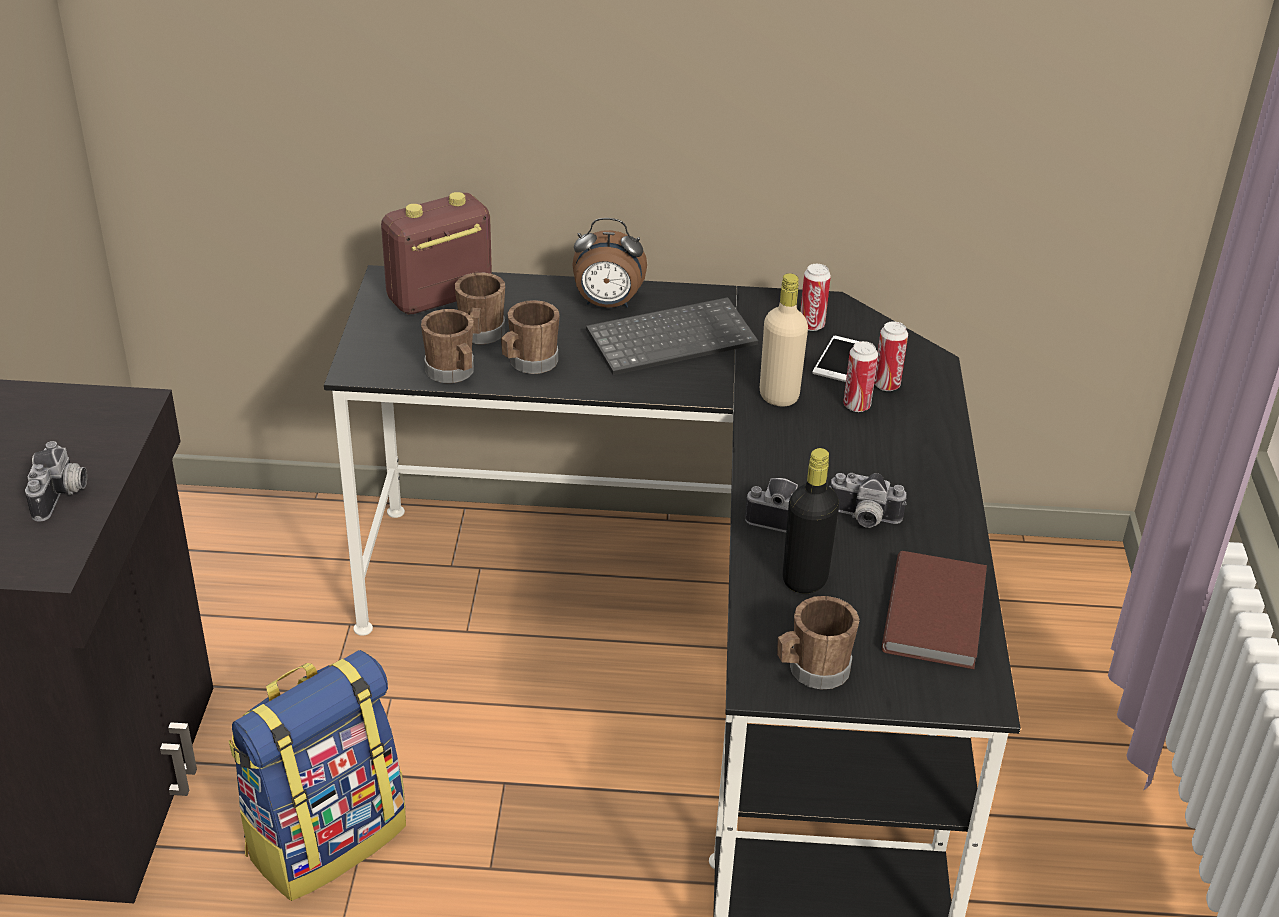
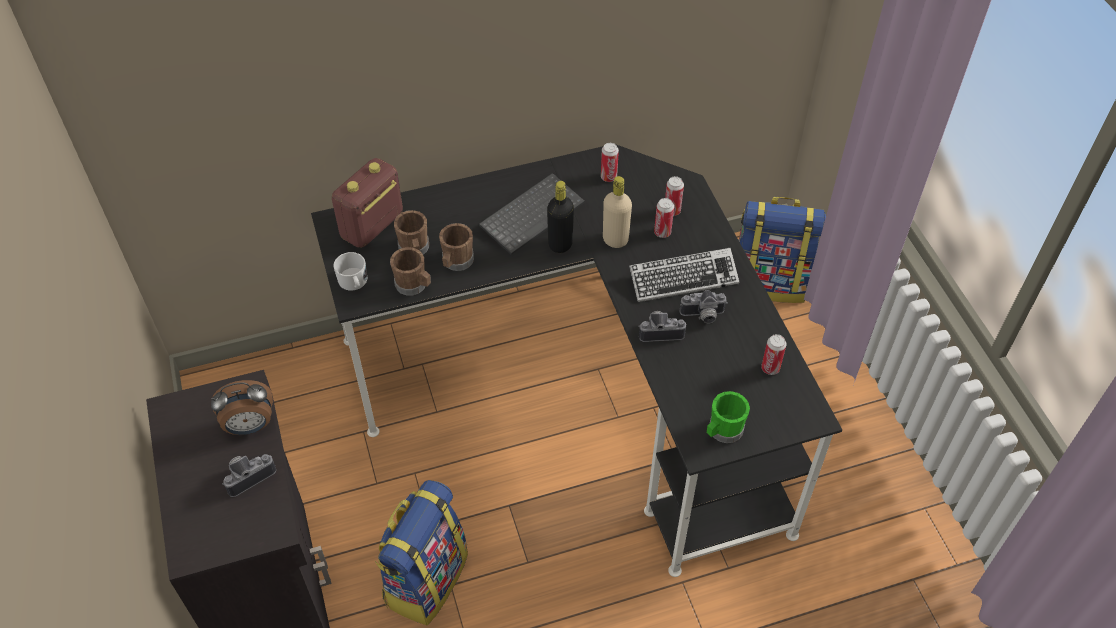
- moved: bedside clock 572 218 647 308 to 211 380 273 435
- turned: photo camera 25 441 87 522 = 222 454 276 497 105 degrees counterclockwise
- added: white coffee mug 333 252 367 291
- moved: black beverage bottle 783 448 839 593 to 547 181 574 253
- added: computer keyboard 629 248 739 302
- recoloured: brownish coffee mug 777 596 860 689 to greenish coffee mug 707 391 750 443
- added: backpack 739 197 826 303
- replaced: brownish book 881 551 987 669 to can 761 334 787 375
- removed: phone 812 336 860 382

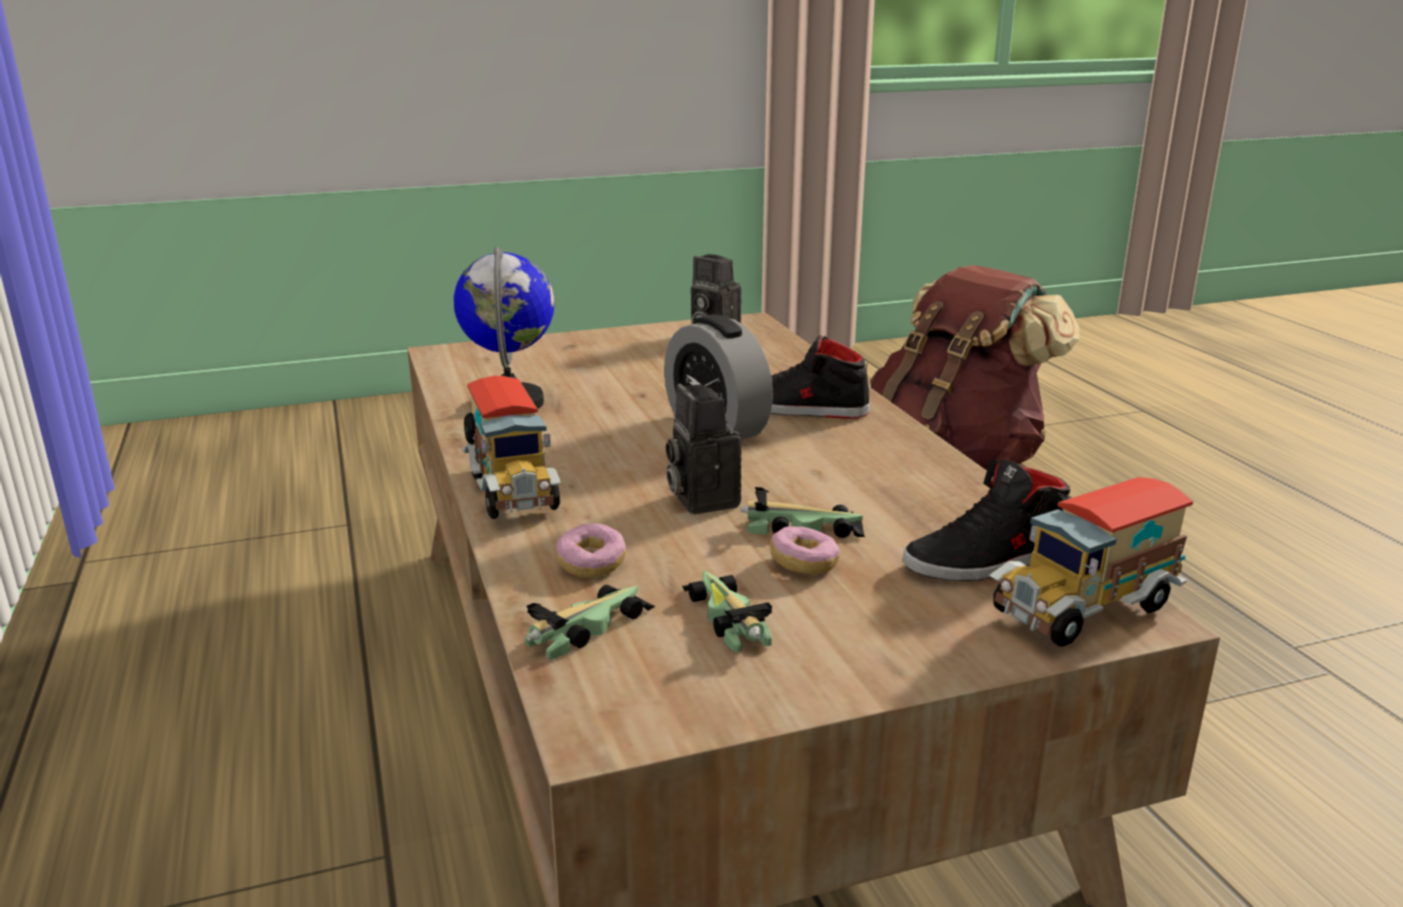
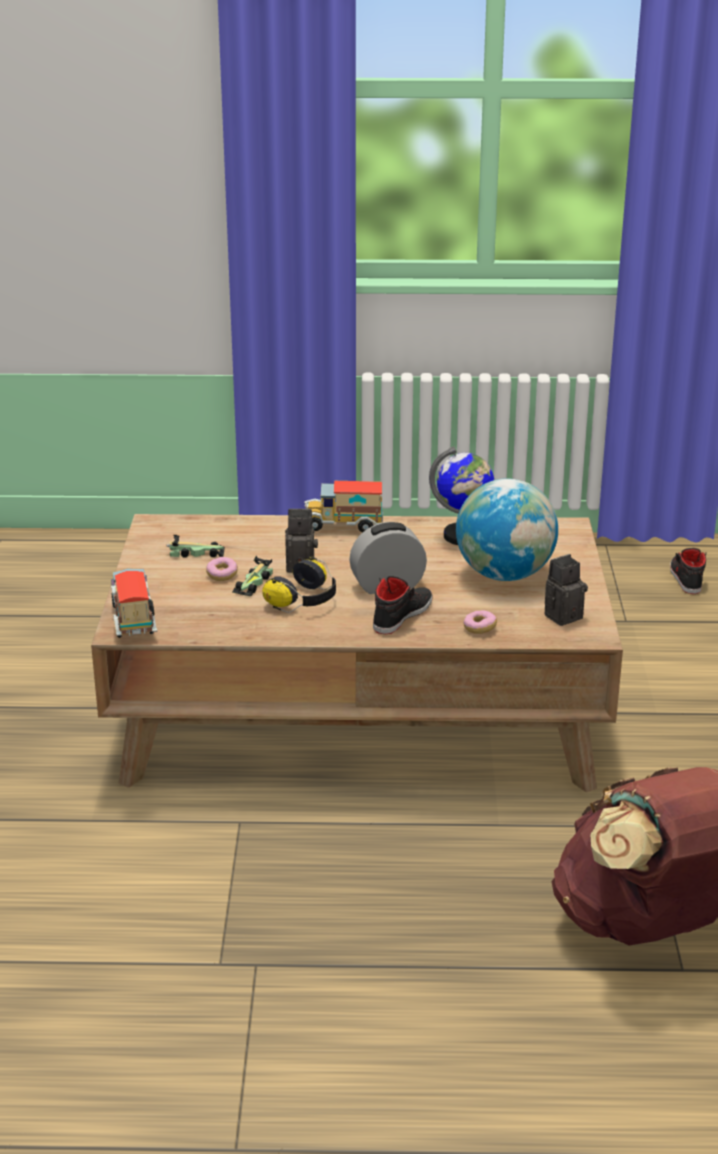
- added: headphones 262 556 336 613
- added: world globe 456 479 558 581
- moved: donut 555 524 626 578 to 463 610 497 634
- moved: black item of footwear 902 459 1071 581 to 670 548 707 594
- removed: toy car 525 585 655 660

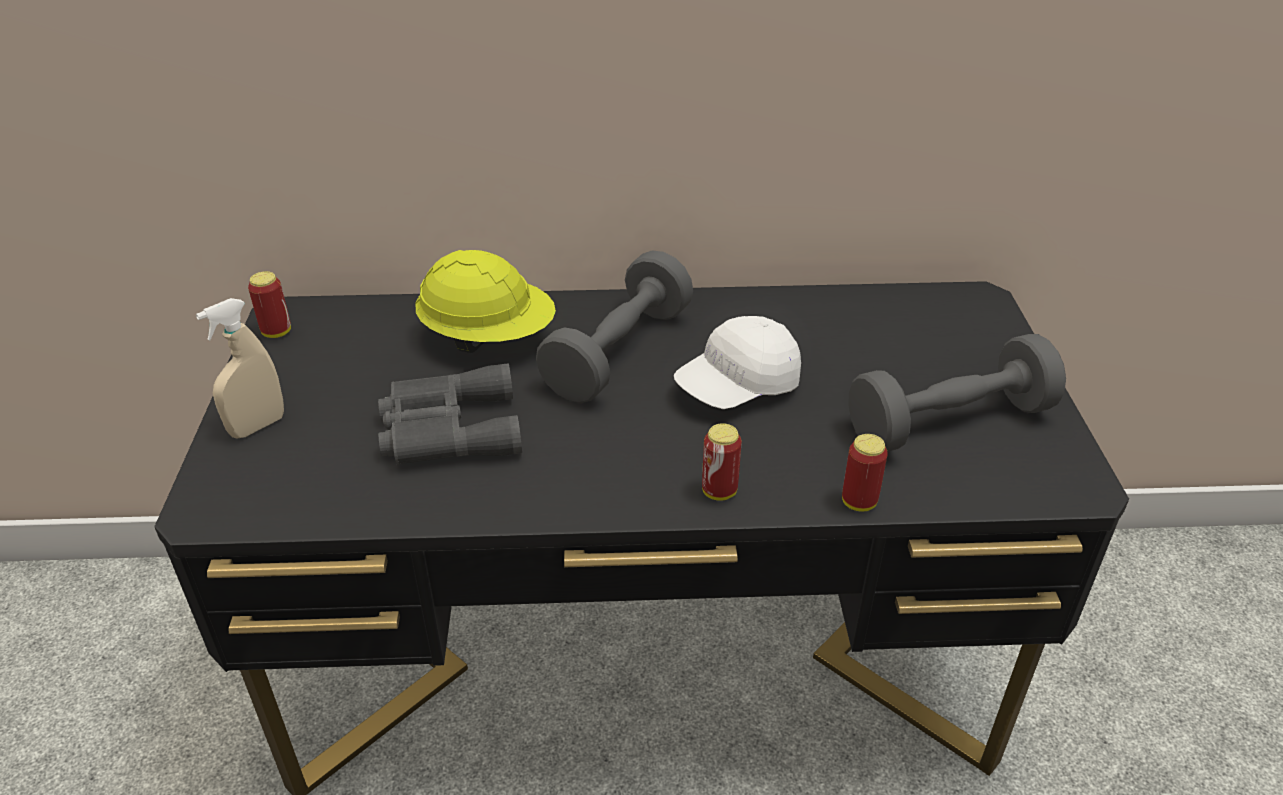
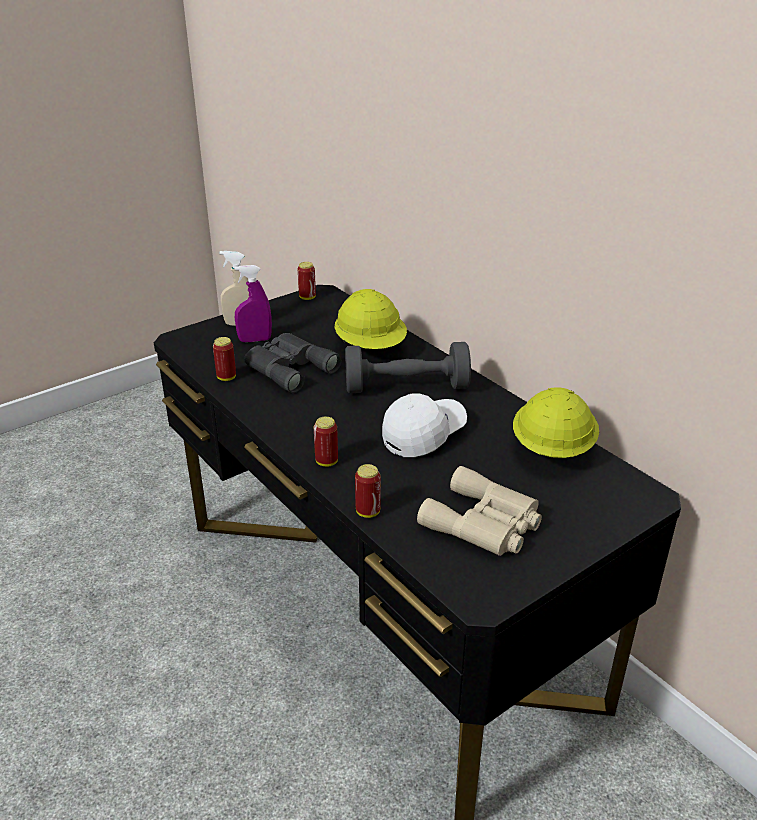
- added: can 213 337 236 381
- added: purple spray bottle 234 265 272 342
- turned: white baseball cap 674 316 801 409 = 382 393 467 457 120 degrees clockwise
- replaced: gray hand weight 848 334 1066 452 to beige-coloured binoculars 417 466 542 556
- added: yellow safety helmet 513 387 599 458

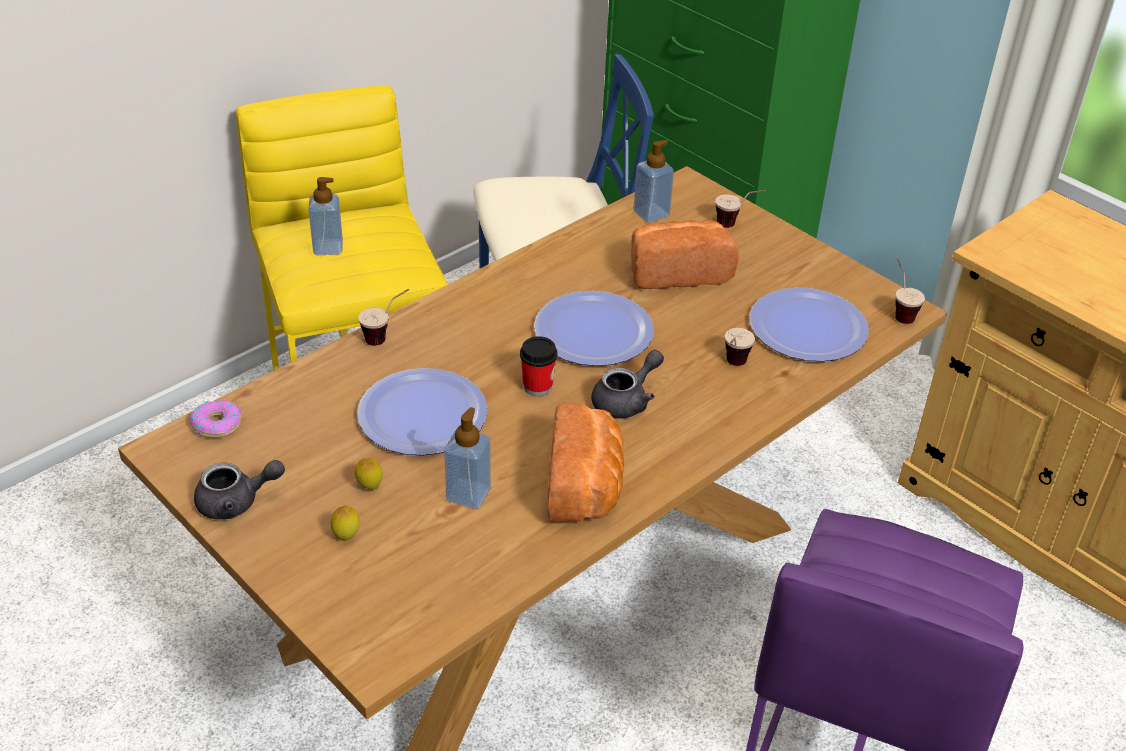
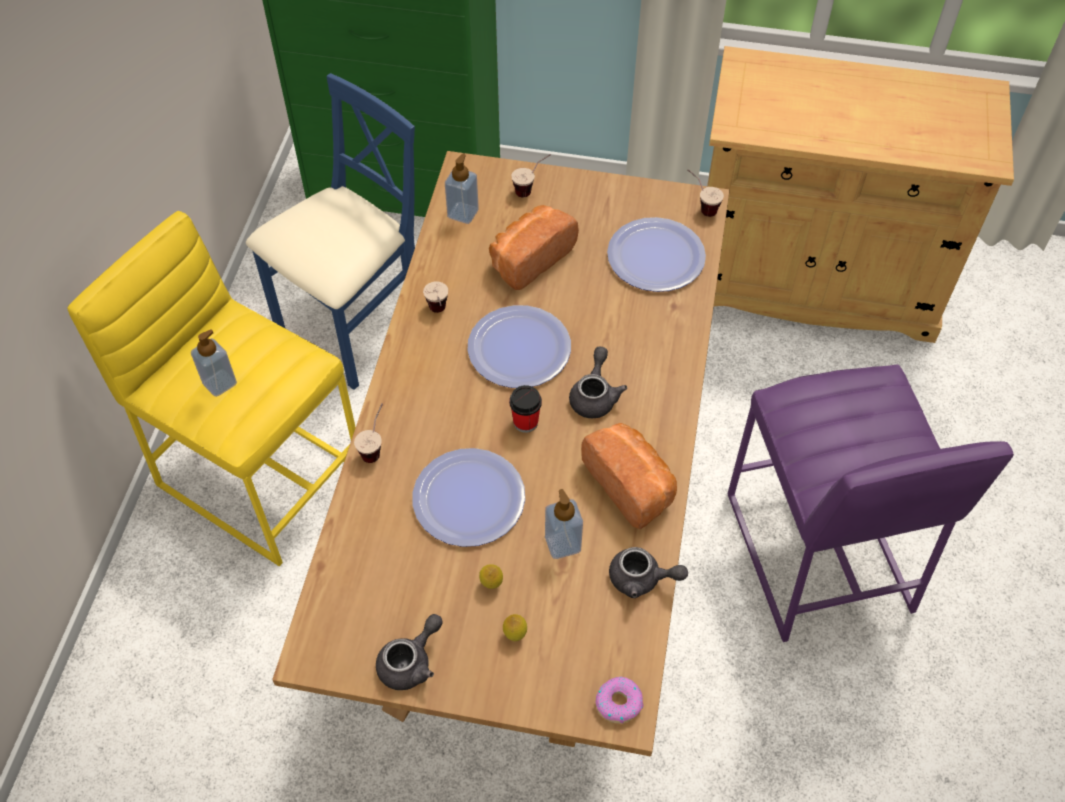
- moved: drinking cup 725 328 755 366 to 423 282 448 313
- moved: donut 190 400 241 438 to 595 677 644 723
- added: gray teapot 609 547 688 598

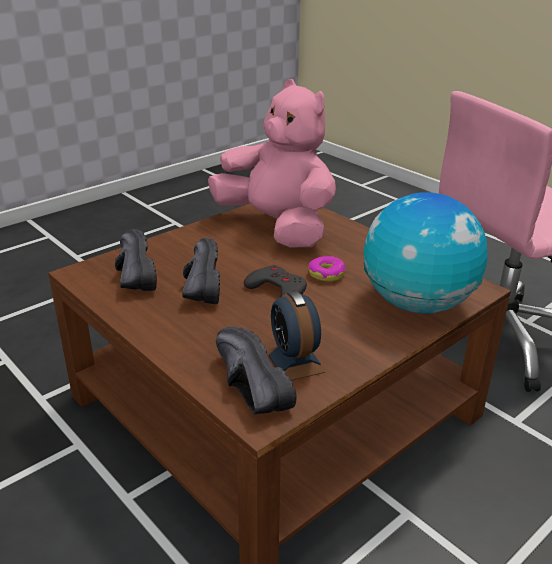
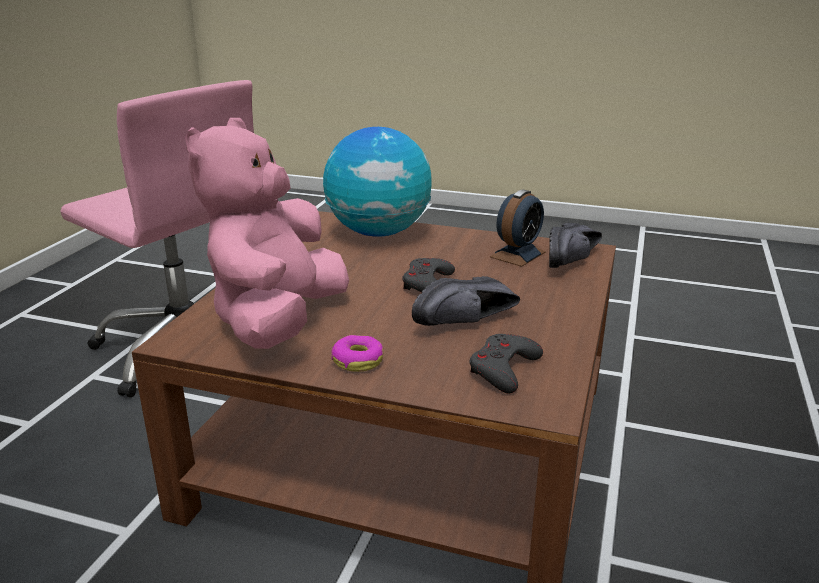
- moved: donut 309 256 346 282 to 332 335 384 372
- replaced: black item of footwear 115 229 157 291 to gray game controller 470 334 543 393

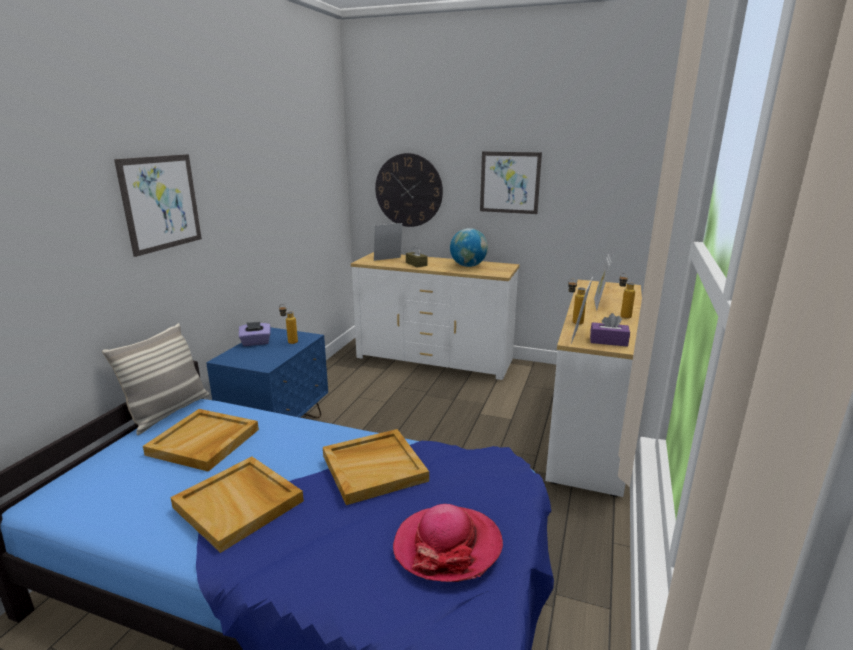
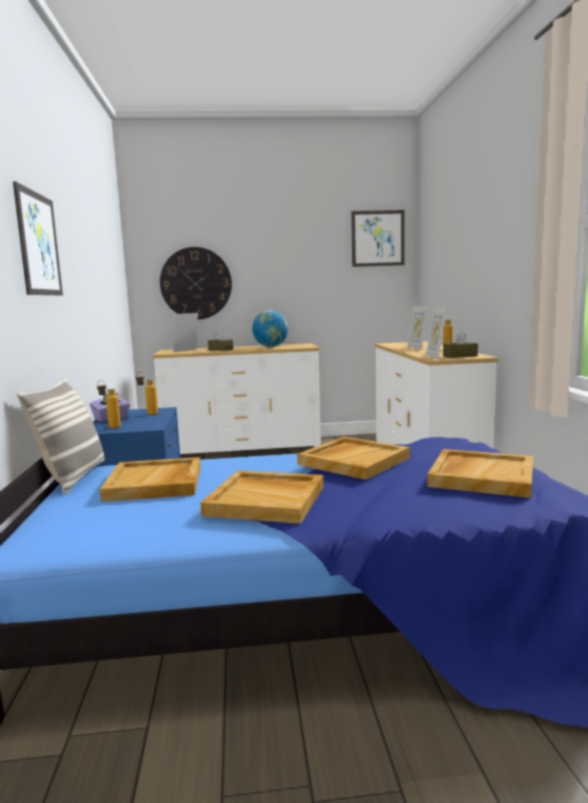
- moved: beverage bottle 568 279 586 325 to 97 381 121 428
- moved: picture 480 151 542 214 to 351 210 405 267
- replaced: hat 393 504 503 582 to beige-coloured serving tray 427 449 533 498
- recoloured: purple tissue holder 590 313 630 347 to brownish tissue holder 443 331 478 358

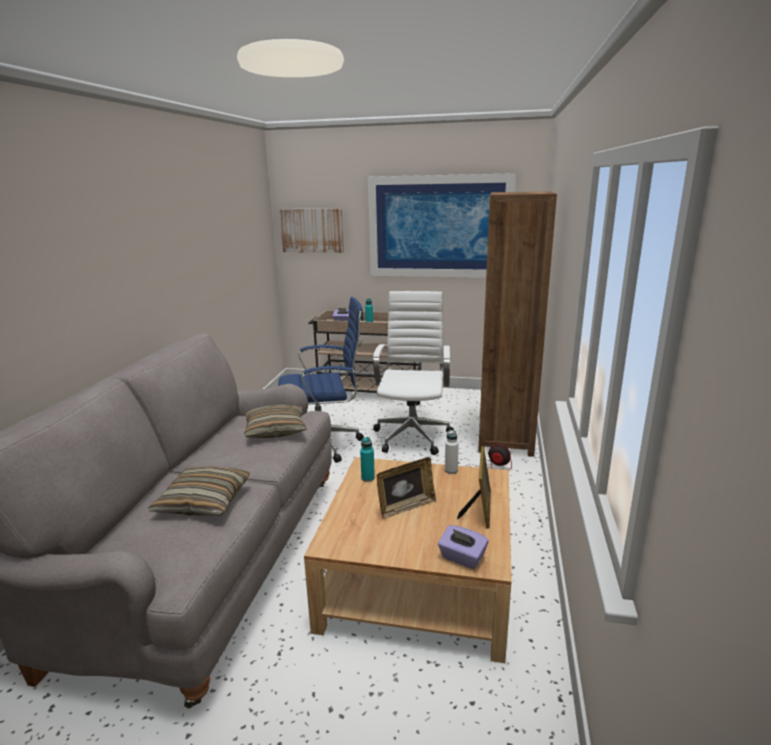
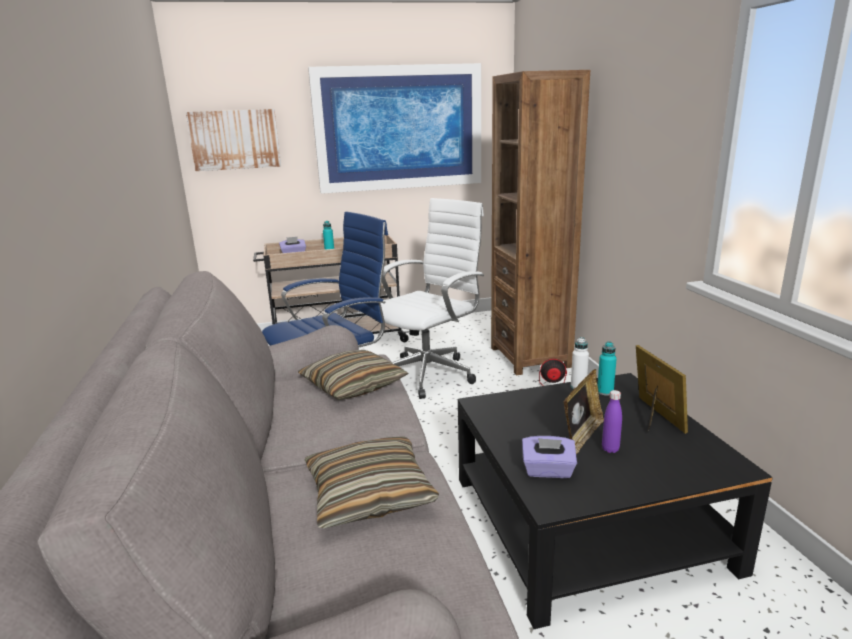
- turned: white computer chair 373 291 454 455 = 381 198 484 399 60 degrees clockwise
- recoloured: beige-coloured low table 304 457 512 663 to black low table 458 373 773 629
- moved: purple tissue holder 438 525 488 569 to 522 436 577 478
- moved: blue-green beverage bottle 360 437 375 482 to 598 341 617 396
- added: purple beverage bottle 602 390 622 453

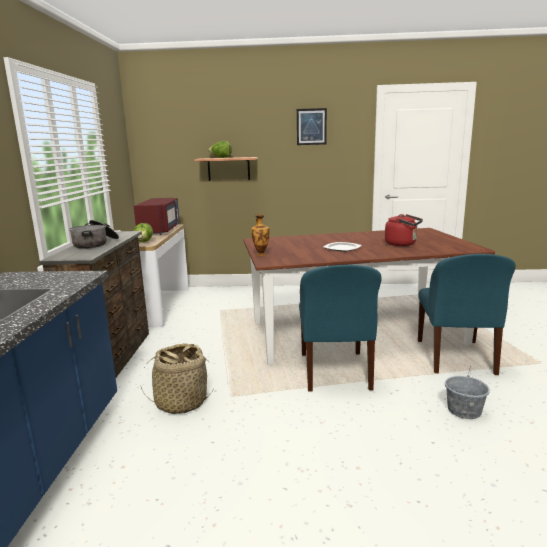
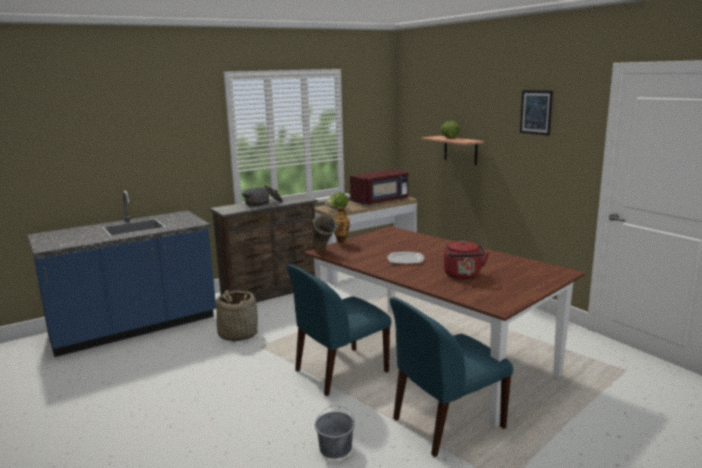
- added: beige-coloured decorative vase 311 215 339 251

